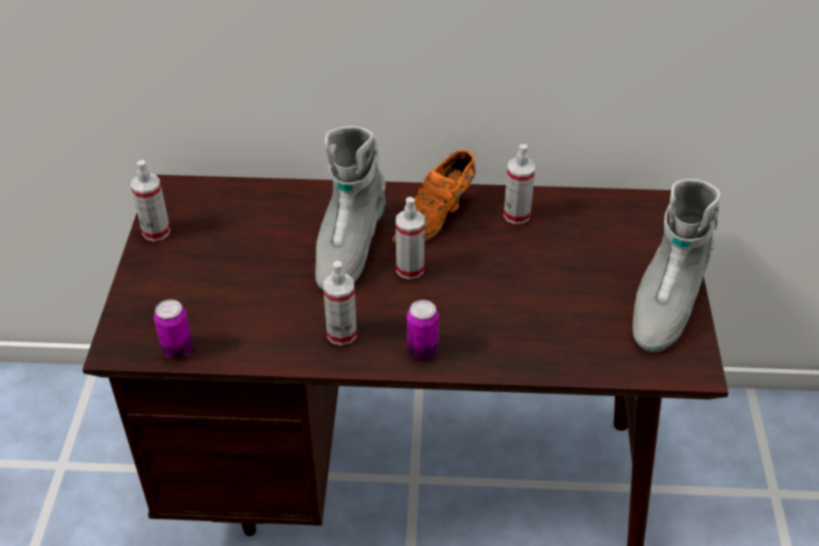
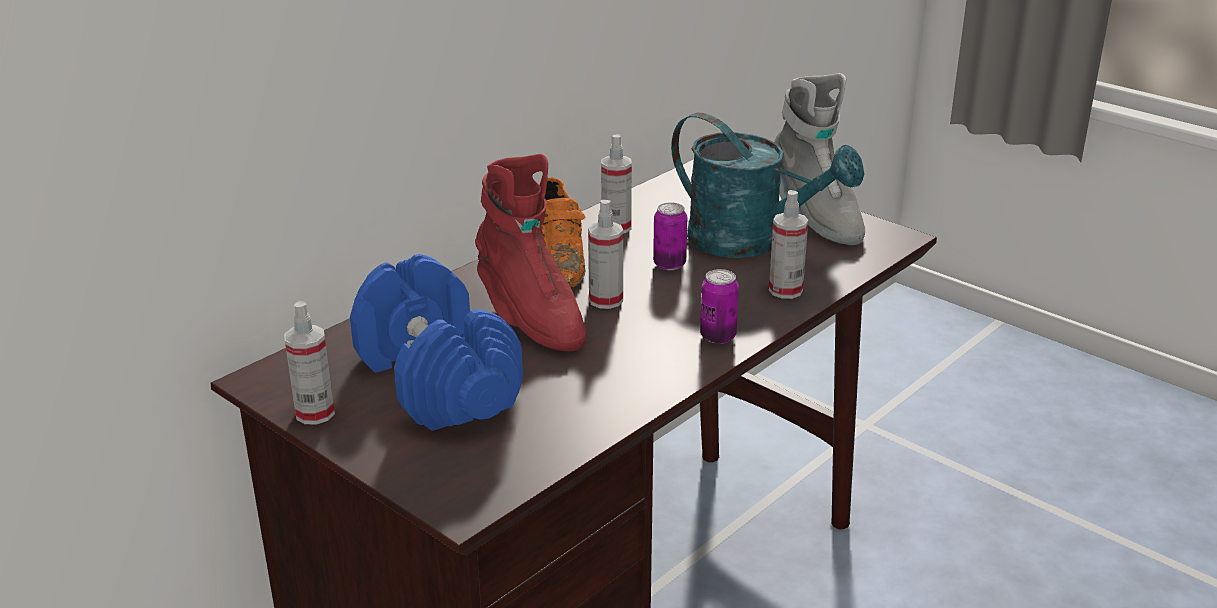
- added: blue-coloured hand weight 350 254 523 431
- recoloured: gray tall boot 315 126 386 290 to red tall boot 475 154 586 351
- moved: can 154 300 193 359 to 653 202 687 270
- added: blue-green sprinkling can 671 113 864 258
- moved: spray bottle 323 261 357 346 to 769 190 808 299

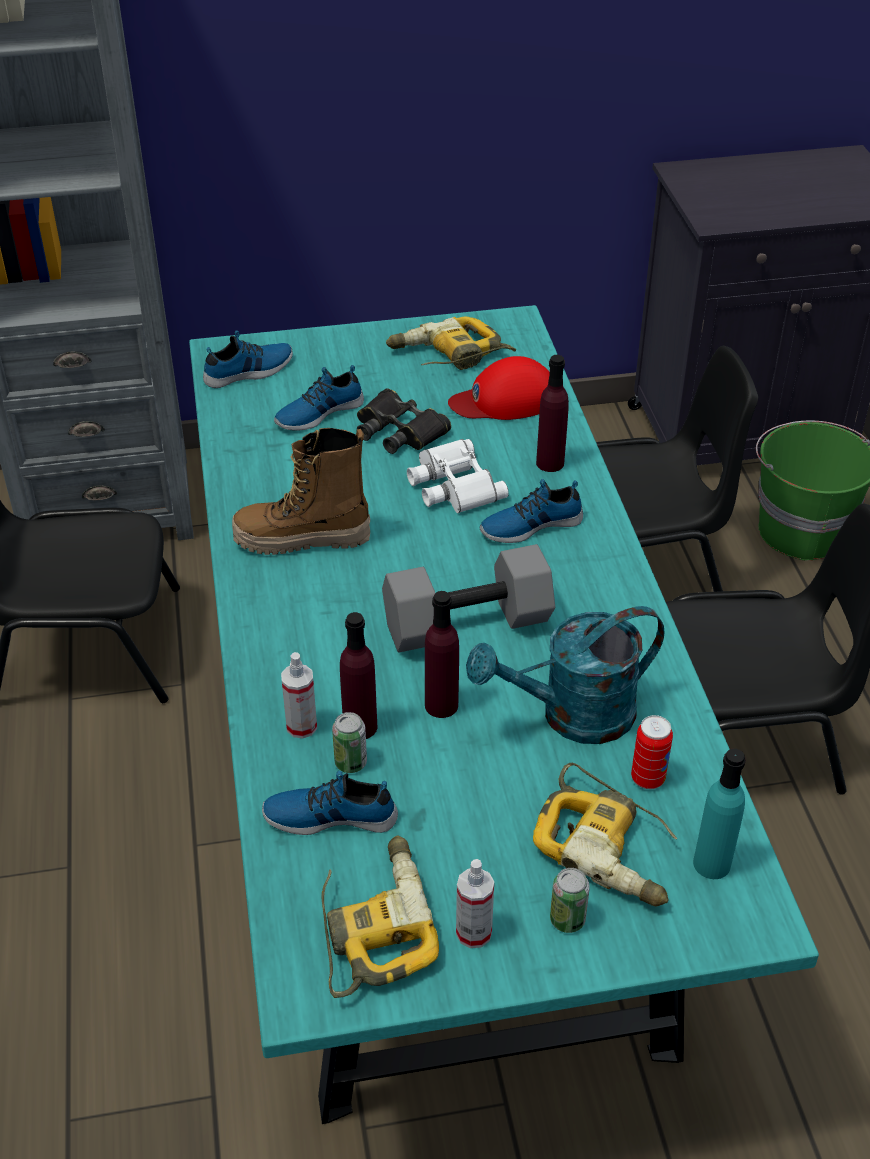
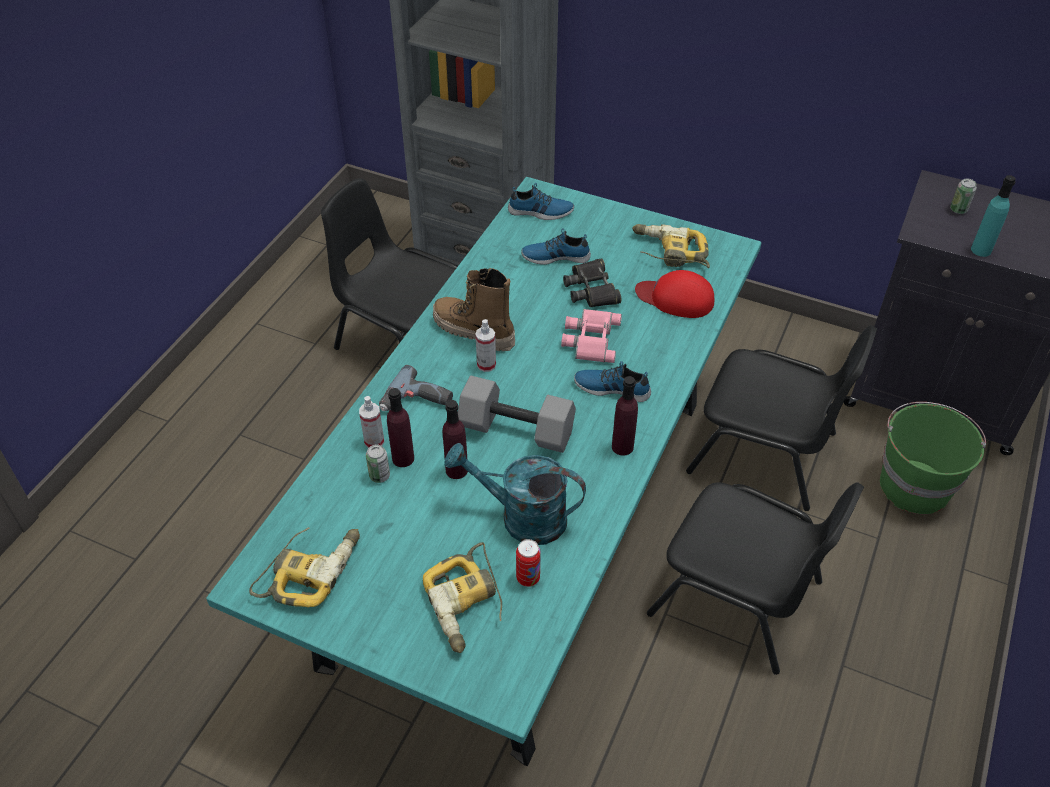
- added: electric drill 379 365 453 411
- moved: spray bottle 456 859 494 948 to 476 319 496 372
- recoloured: white binoculars 407 439 509 513 to pink-coloured binoculars 561 309 622 363
- moved: purple beverage bottle 536 355 569 472 to 612 376 638 456
- moved: can 550 868 590 933 to 950 179 977 214
- moved: blue-green beverage bottle 693 749 746 879 to 971 175 1016 257
- removed: item of footwear 262 771 398 835

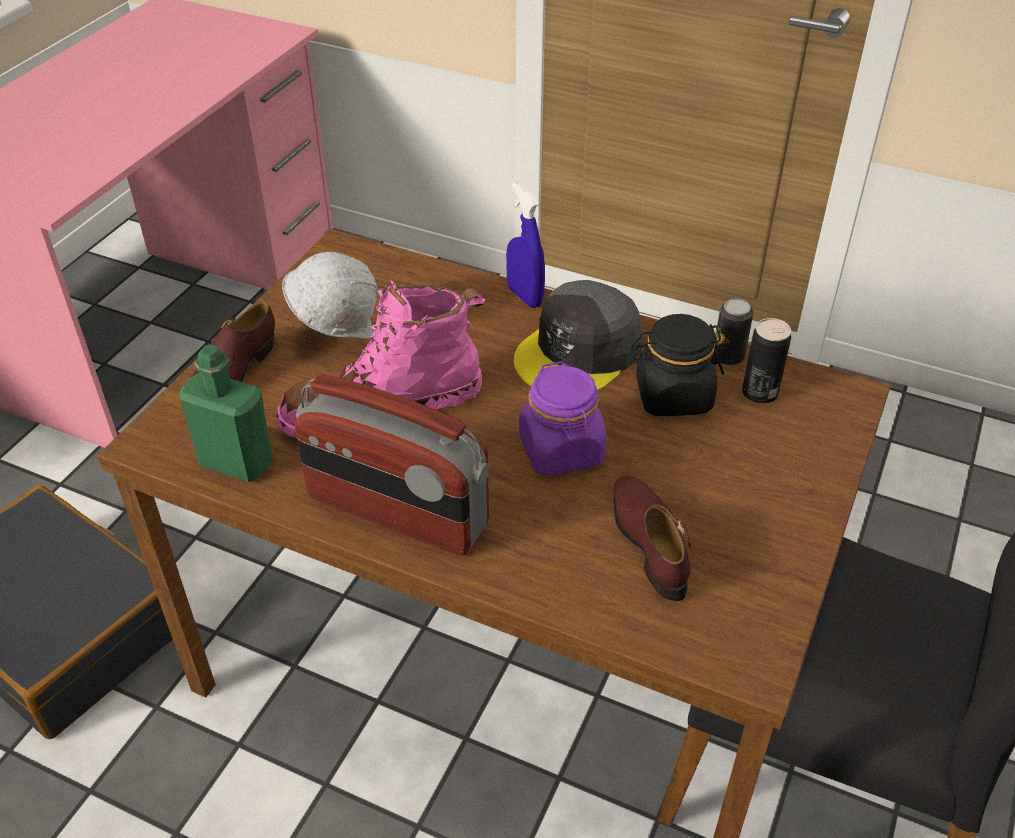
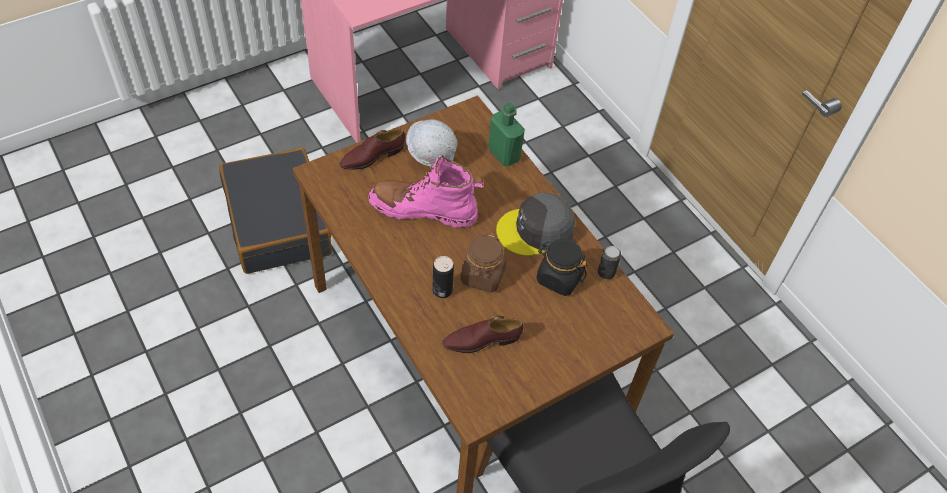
- moved: can 742 318 791 404 to 432 256 454 298
- turned: brownish item of footwear 614 476 691 601 = 443 316 524 353 120 degrees counterclockwise
- recoloured: purple preserve jar 519 361 607 476 to brownish preserve jar 461 233 507 292
- moved: greenish beverage bottle 179 344 273 482 to 488 102 525 166
- removed: radio receiver 295 374 489 555
- removed: blue-coloured spray bottle 506 182 545 308

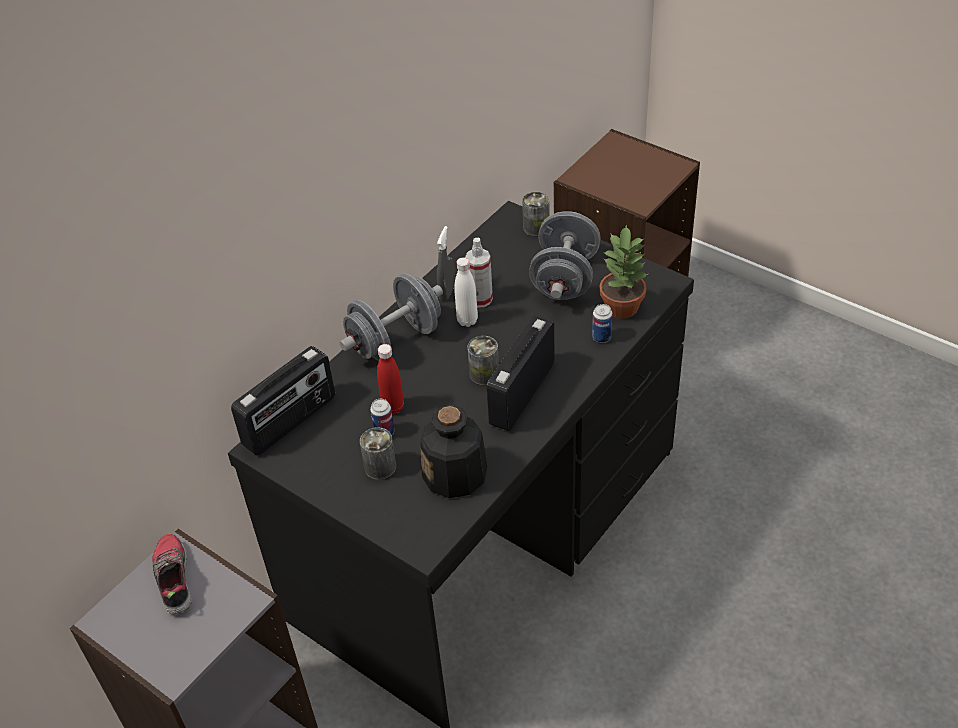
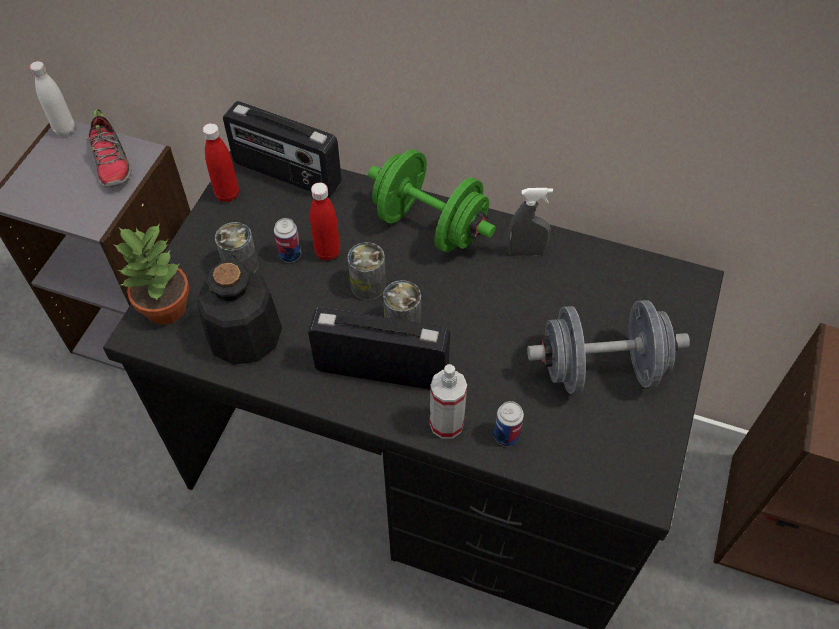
- moved: white beverage bottle 454 257 478 327 to 30 61 75 136
- turned: item of footwear 152 534 192 614 = 87 109 132 188 105 degrees clockwise
- moved: houseplant 599 225 648 319 to 114 224 189 324
- added: red beverage bottle 202 123 239 202
- moved: can 522 191 549 236 to 348 242 386 300
- recoloured: gray hand weight 339 274 443 361 to greenish hand weight 368 149 496 253
- moved: spray bottle 465 238 493 308 to 430 364 467 439

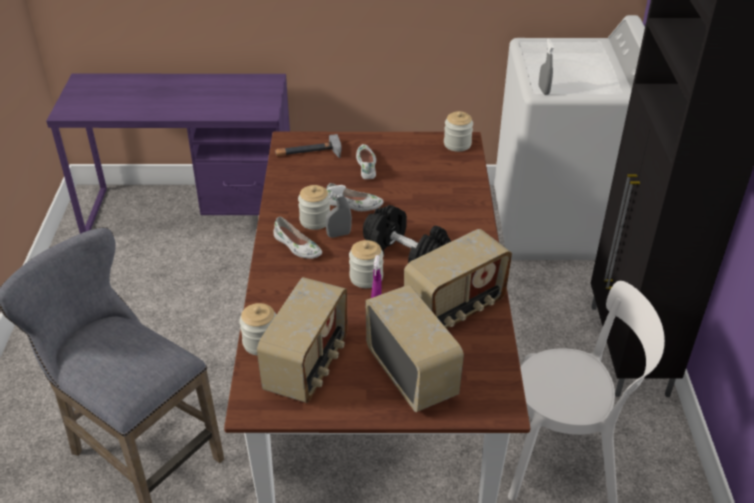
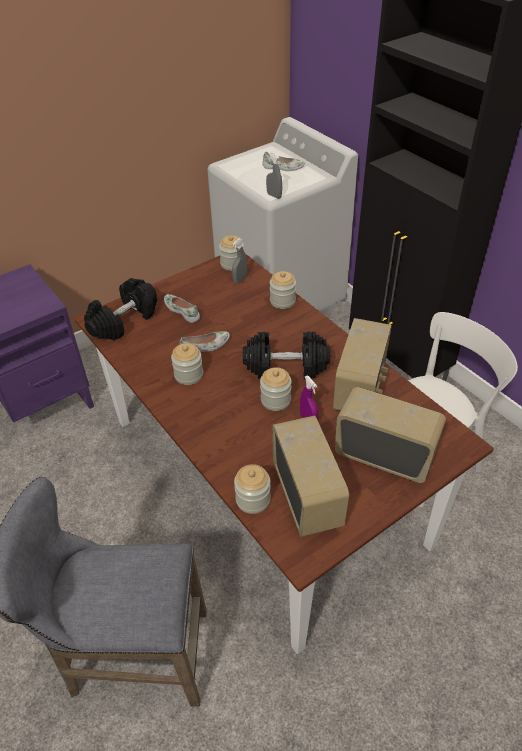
- replaced: hammer 275 134 341 158 to black hand weight 84 278 157 341
- moved: gray spray bottle 325 185 352 238 to 232 238 247 284
- moved: white item of footwear 274 217 322 259 to 262 152 305 171
- added: preserve jar 270 271 296 309

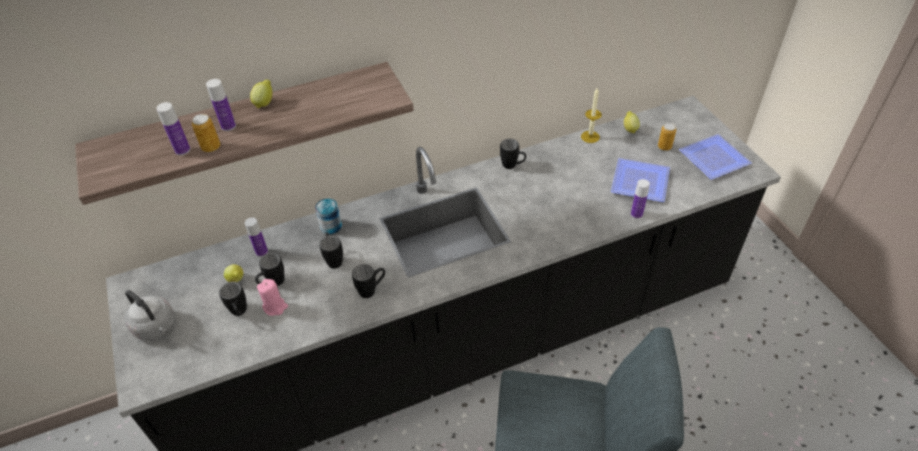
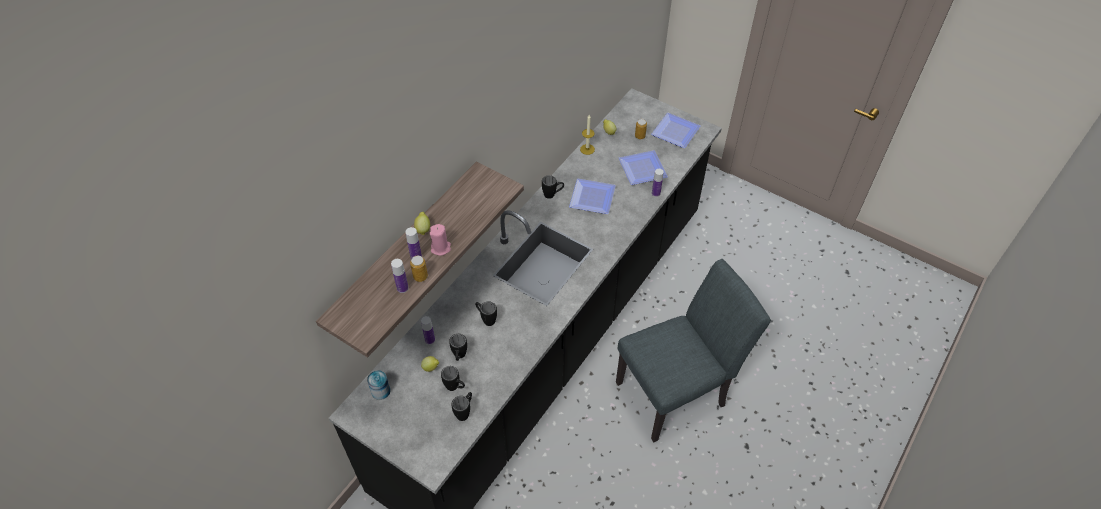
- moved: can 315 198 342 234 to 367 370 391 400
- moved: pink-coloured wax candle 257 279 288 316 to 429 224 451 256
- moved: black coffee mug 352 264 385 298 to 451 392 472 421
- added: dinner plate 569 178 616 214
- removed: gray tea kettle 124 290 175 341

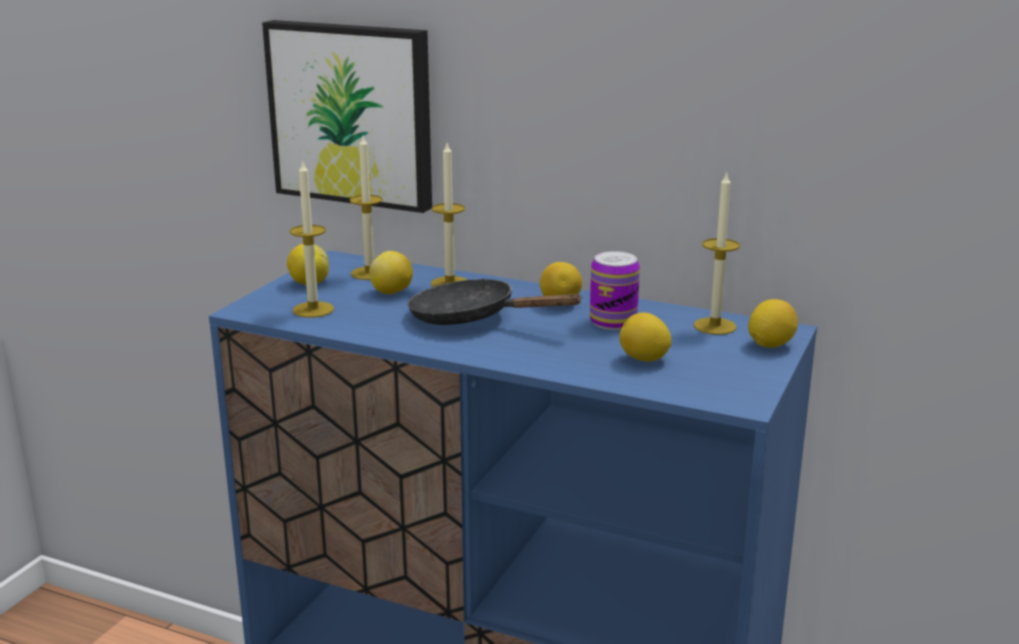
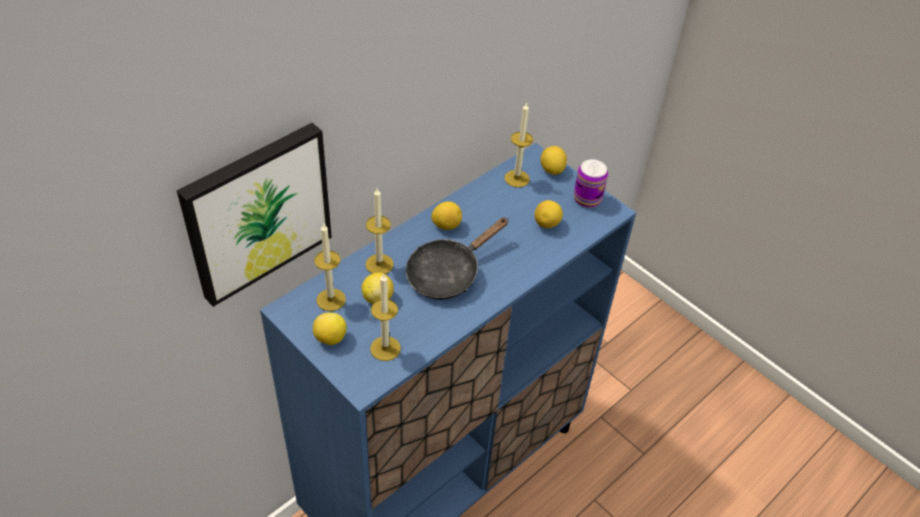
- moved: can 590 251 640 330 to 574 159 608 208

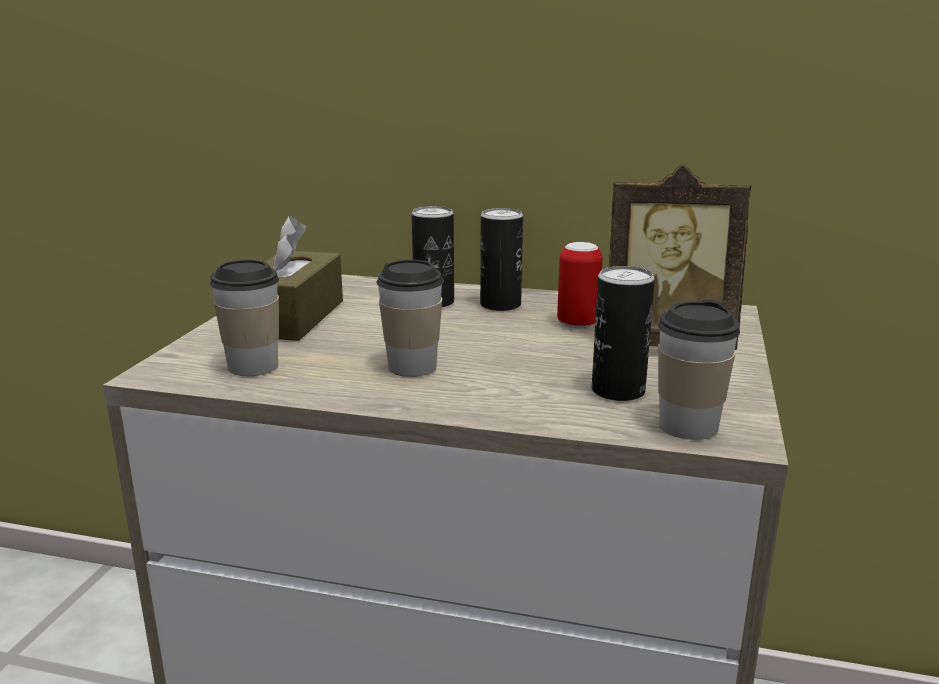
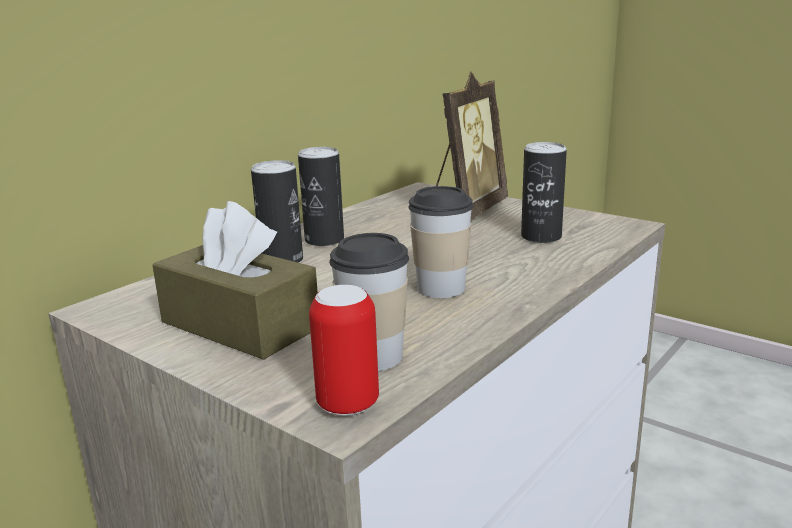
- moved: can 557 242 603 329 to 309 285 379 416
- removed: drinking cup 658 300 740 440

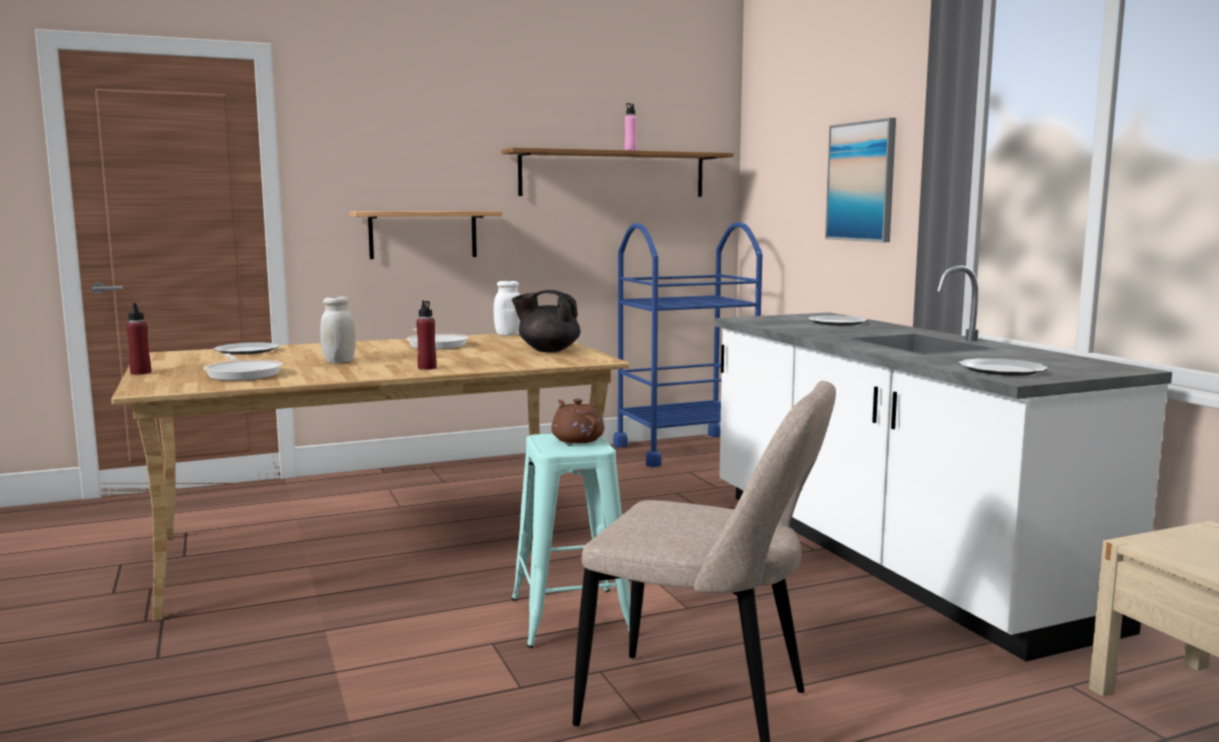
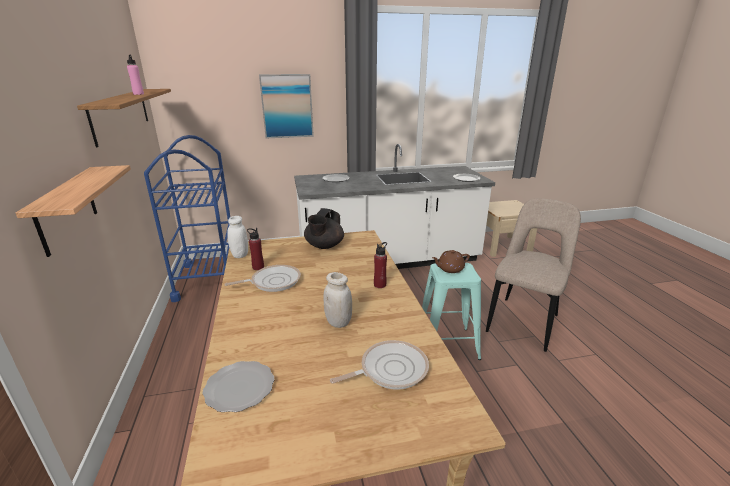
- moved: red beverage bottle 126 303 151 375 to 247 228 264 270

